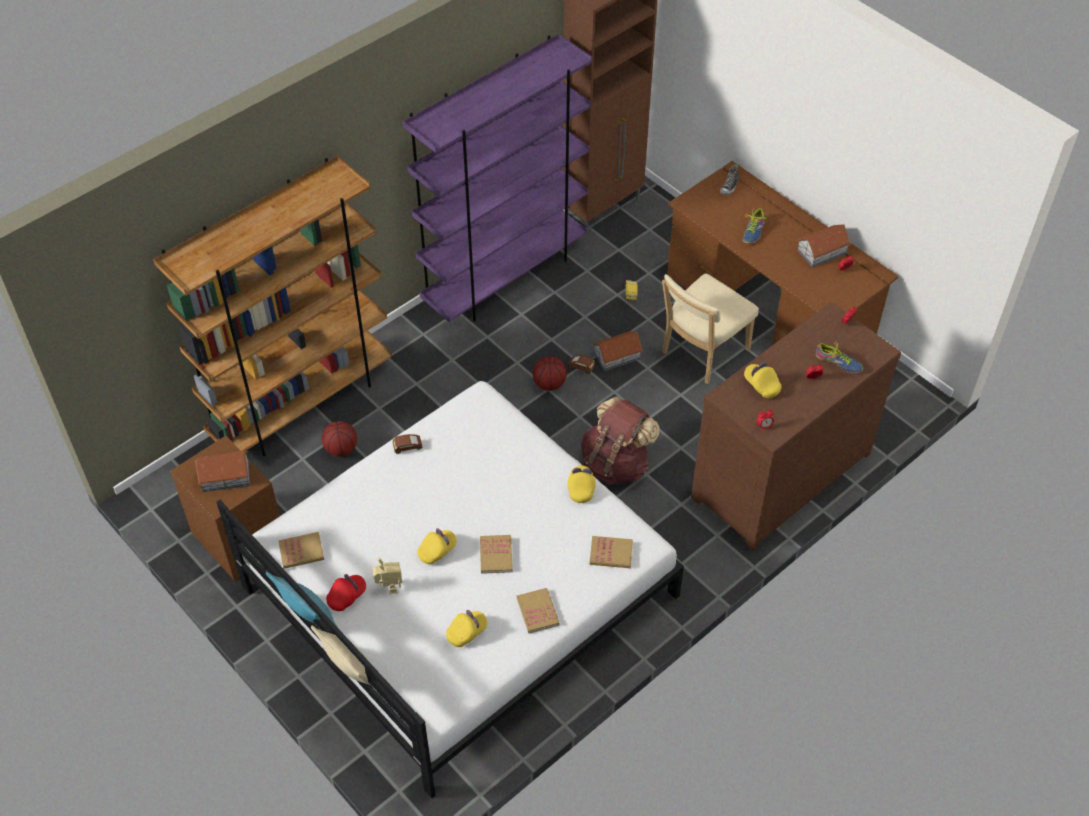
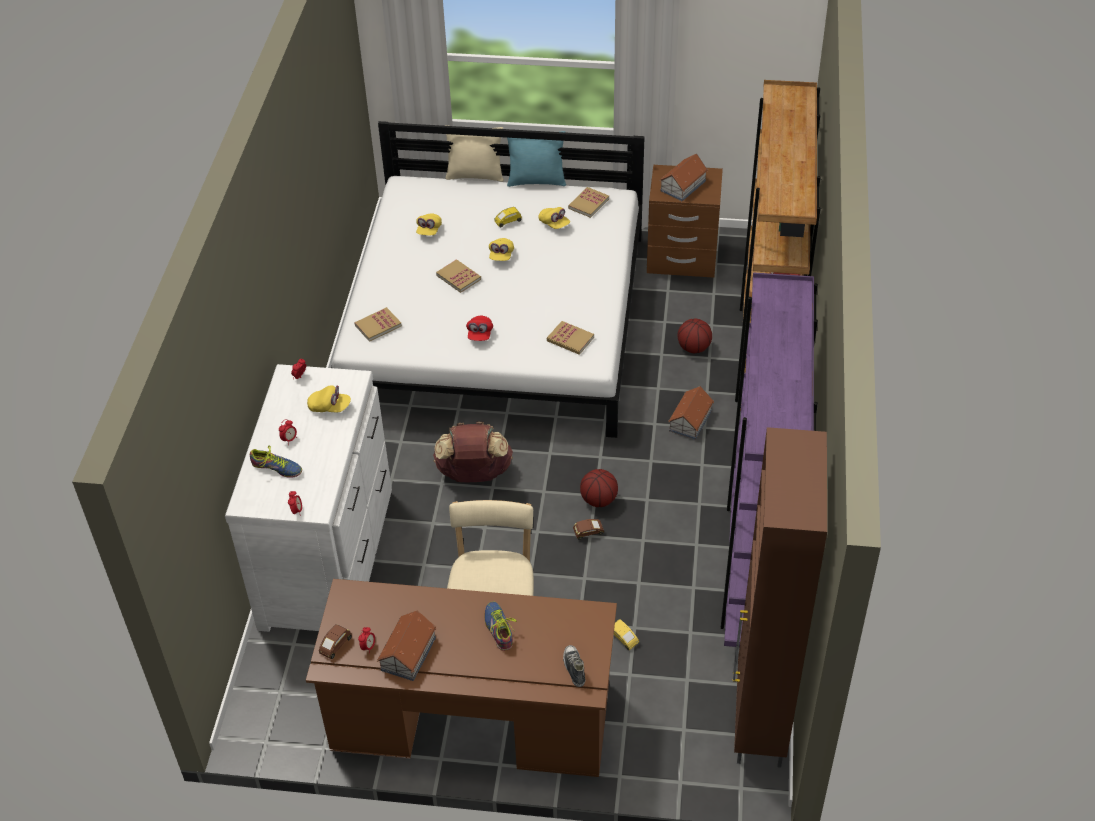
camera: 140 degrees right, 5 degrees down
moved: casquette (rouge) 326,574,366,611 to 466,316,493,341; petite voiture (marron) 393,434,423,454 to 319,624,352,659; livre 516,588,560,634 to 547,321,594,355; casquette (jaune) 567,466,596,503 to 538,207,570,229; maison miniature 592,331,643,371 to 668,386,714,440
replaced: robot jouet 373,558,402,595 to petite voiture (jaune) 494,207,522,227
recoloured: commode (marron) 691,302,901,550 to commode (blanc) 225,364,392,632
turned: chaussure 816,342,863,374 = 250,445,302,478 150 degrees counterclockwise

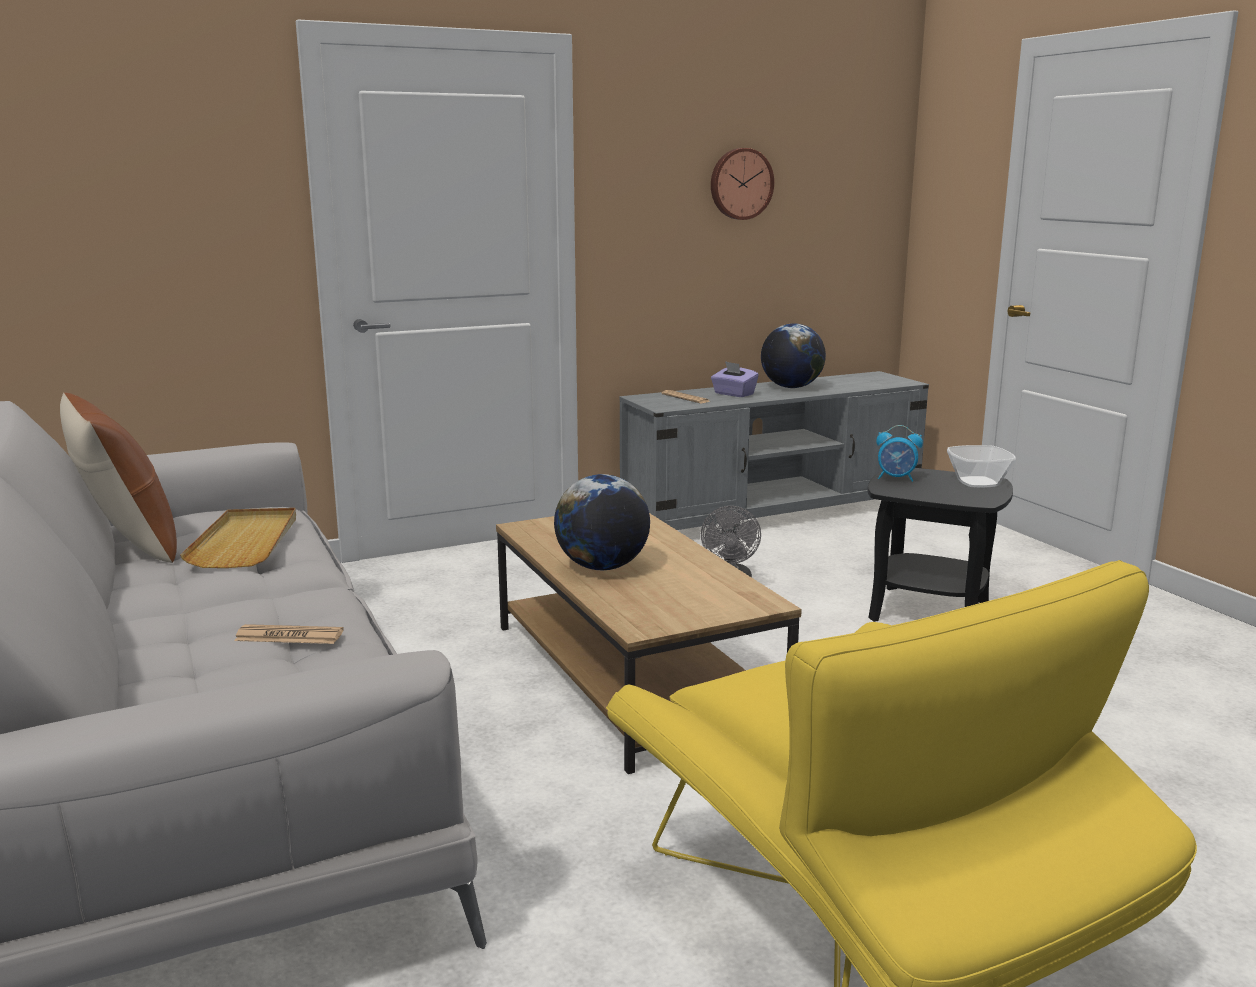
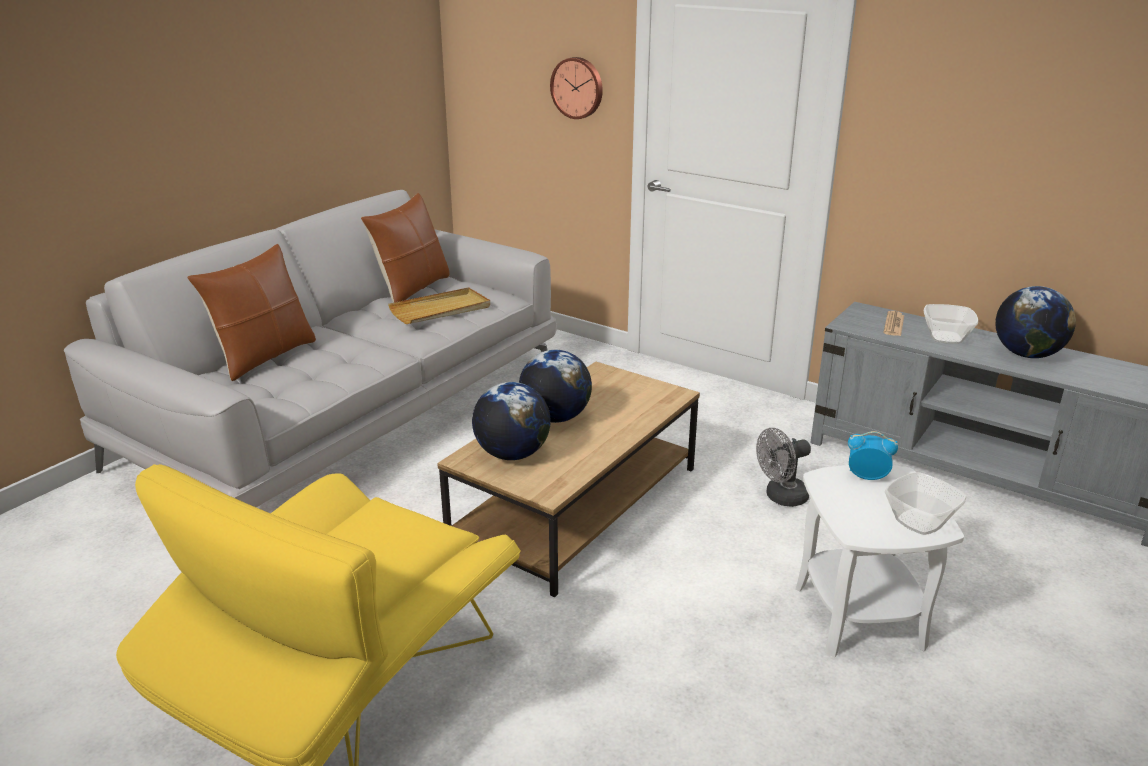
camera: 60 degrees right, 10 degrees up
removed: journal 234,624,344,644
added: coussin (marron) 187,244,316,381; globe 472,382,551,460
moved: horloge murale 711,148,774,220 to 550,57,603,119
replaced: boîte à mouchoirs (violet) 711,361,759,397 to bol 924,304,978,344
recoloured: table d'appoint (noir) 867,468,1013,622 to table d'appoint (blanc) 795,465,964,657
turned: réveil 876,425,923,482 = 848,431,898,480 120 degrees clockwise

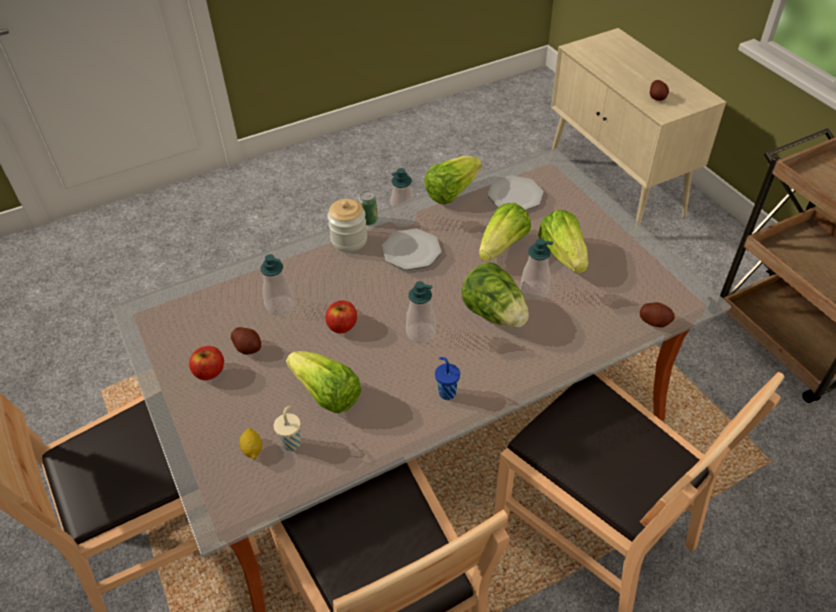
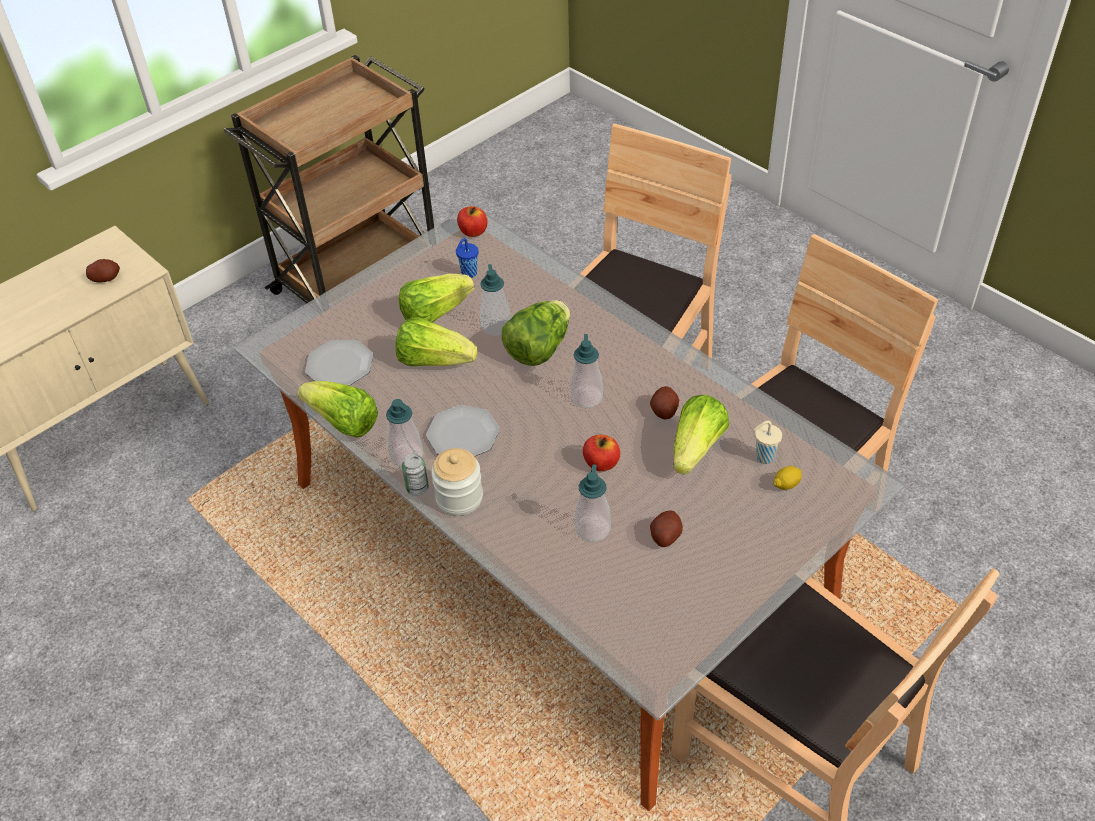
camera: 105 degrees left, 0 degrees up
moved: pomme 189,346,224,380 to 457,206,487,237; tasse (bleu) 435,357,460,400 to 456,238,478,278; pomme de terre 640,302,675,328 to 650,386,679,420

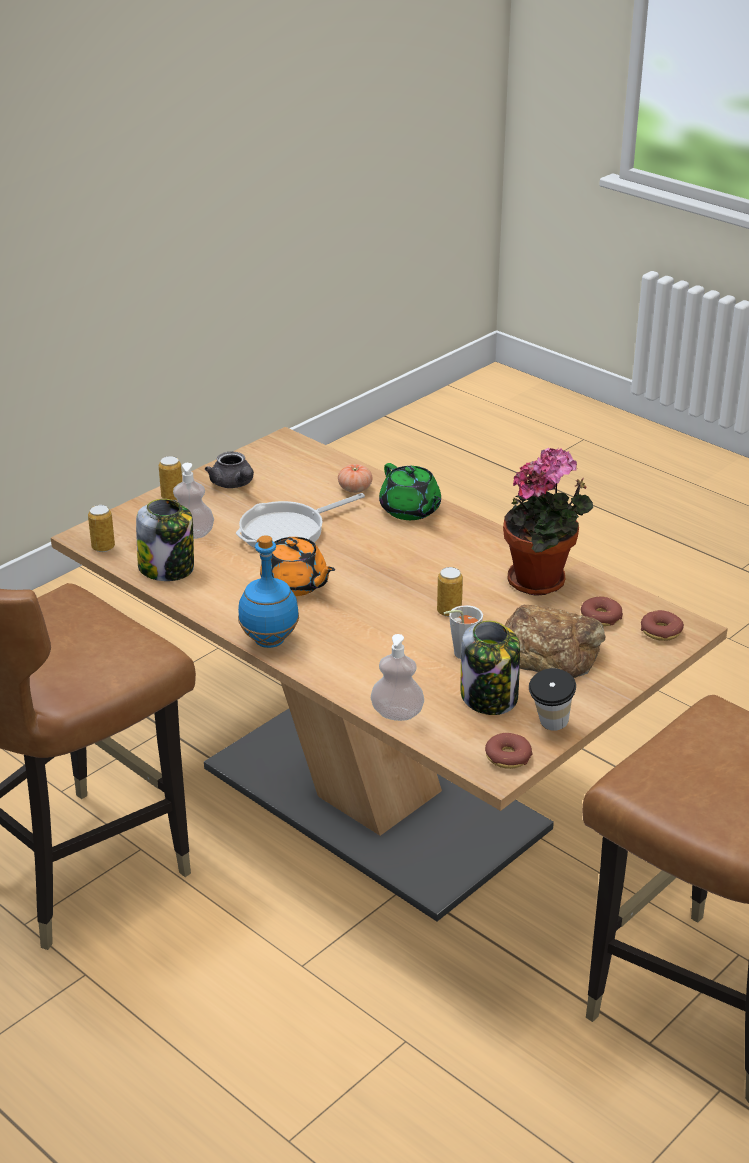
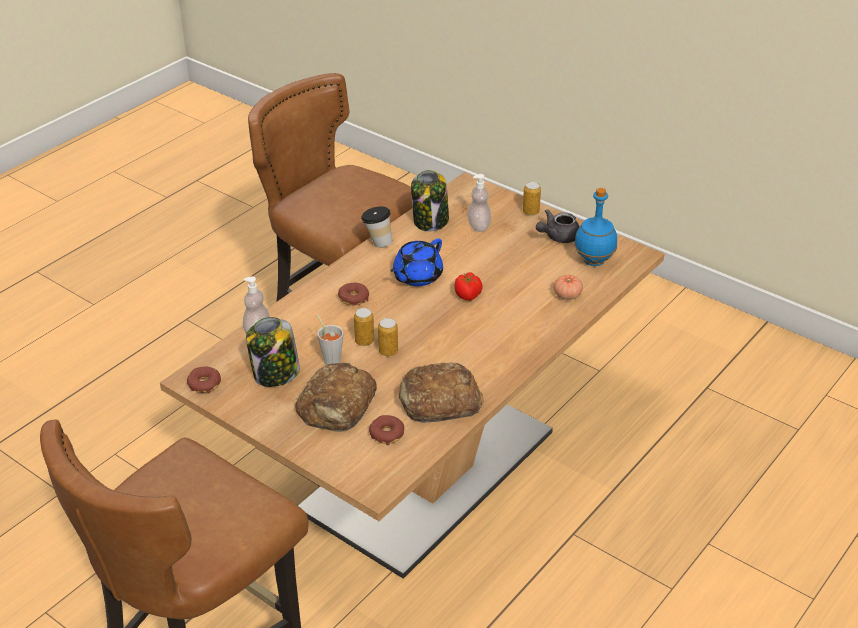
camera: 85 degrees right, 5 degrees up
removed: poêle 236,493,365,548; théière (vert) 379,463,441,520
added: tomate 455,272,483,301
moved: boîte métallique 88,505,115,552 to 354,308,374,346; bouteille (bleu) 238,535,299,648 to 574,188,617,266; tasse 529,668,576,731 to 361,206,392,248; beignet 641,610,684,641 to 338,283,369,306
replaced: plante en pot 503,448,593,596 to pain 399,362,484,423
recoloured: théière (orange) 257,537,335,596 to théière (bleu) 391,238,443,286

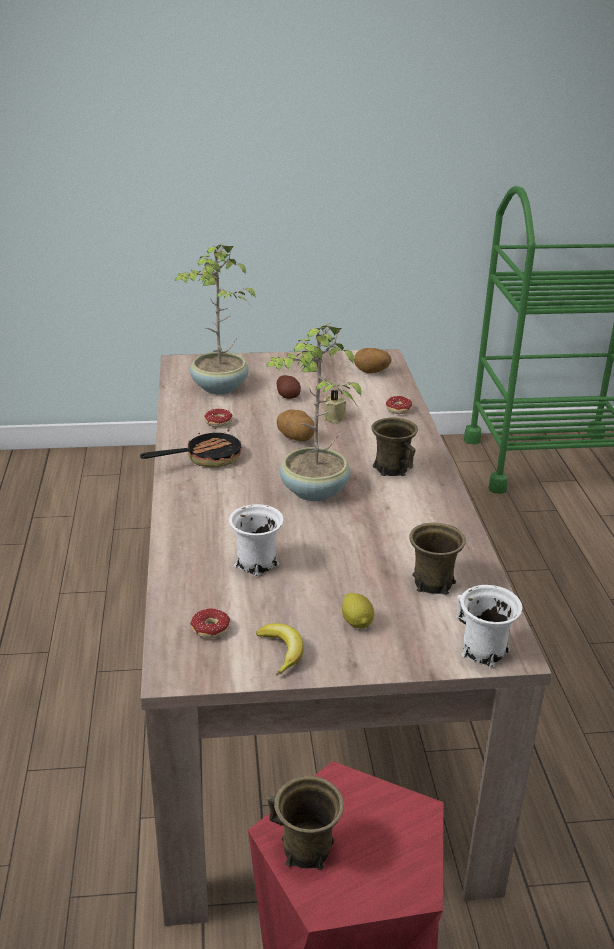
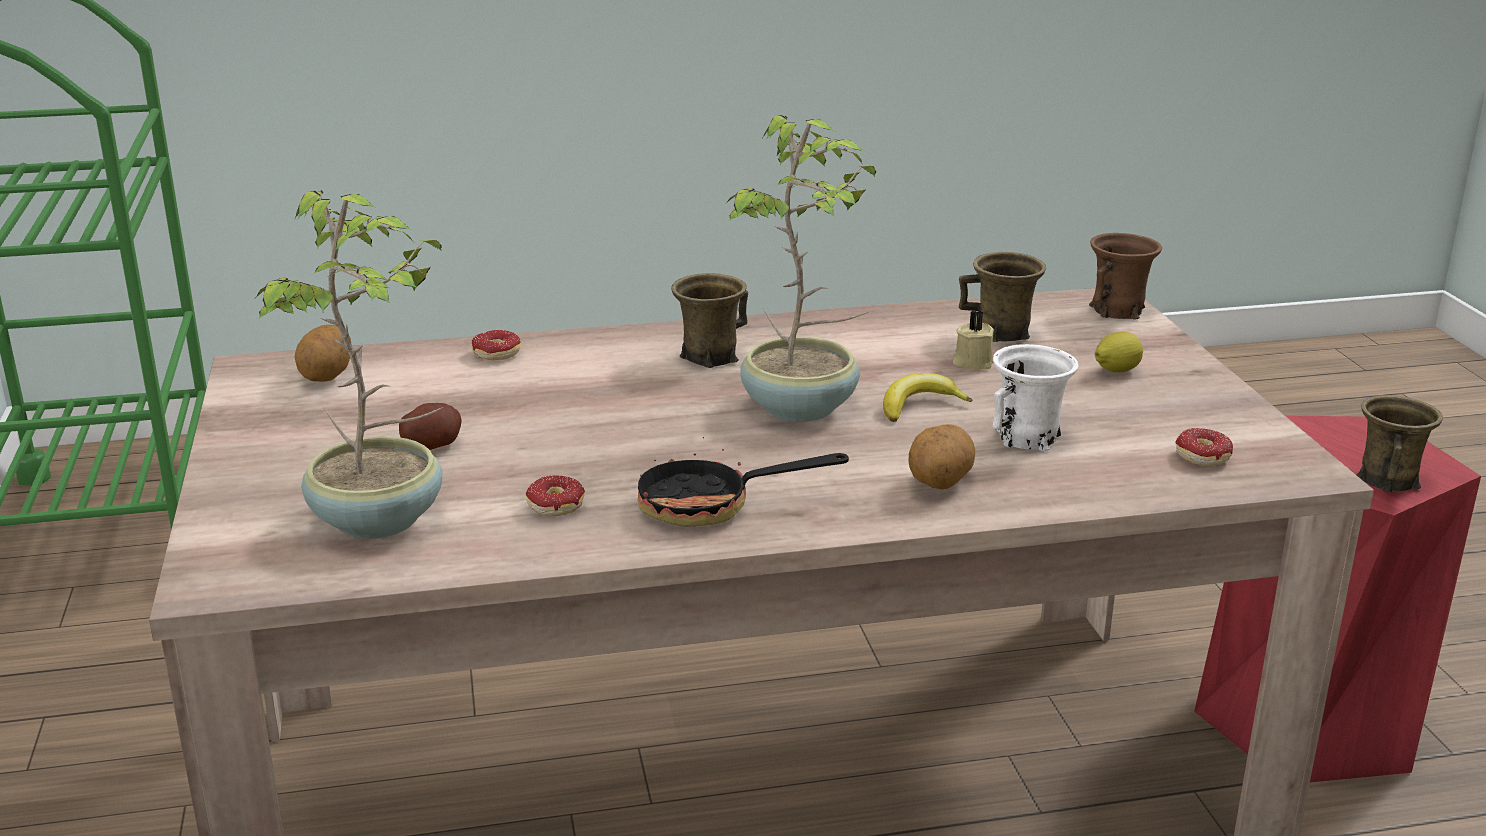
camera: 95 degrees left, 5 degrees down
moved: banane 256,623,304,676 to 883,373,972,422; pomme de terre 277,409,314,441 to 909,424,975,489; bougie (beige) 324,390,347,424 to 953,310,994,370
recoloured: mug (blanc) 456,585,523,667 to mug (marron) 1089,233,1162,320
turned: poêle 140,423,241,467 = 638,437,849,527 60 degrees counterclockwise

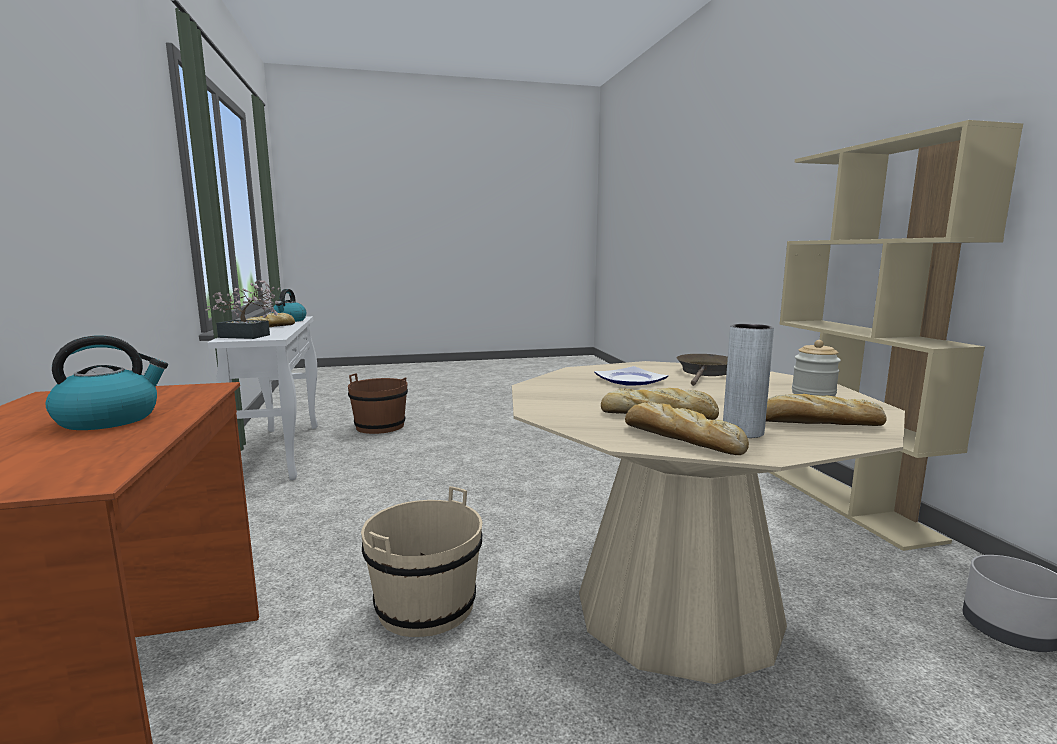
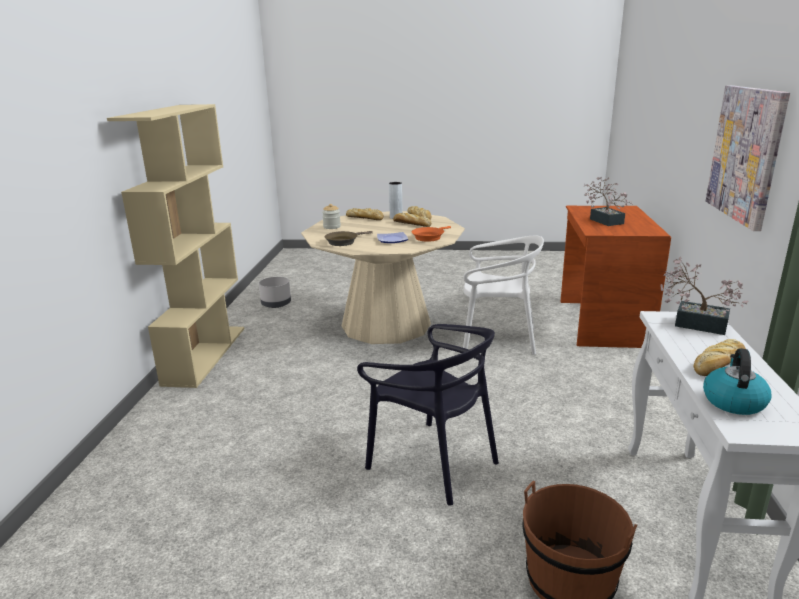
camera: 160 degrees left, 10 degrees up
added: chaise (noir) 357,324,499,506; poêle (orange) 412,226,451,242; tableau 706,85,790,231
replaced: bouilloire 46,335,168,430 to plante en pot 583,177,633,226; seau (beige) 361,486,482,637 to chaise (blanc) 463,236,544,355

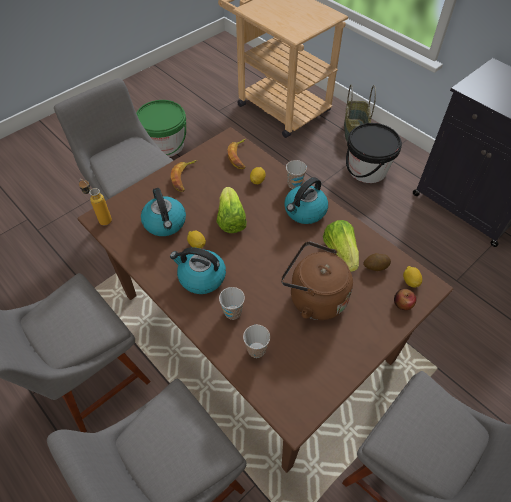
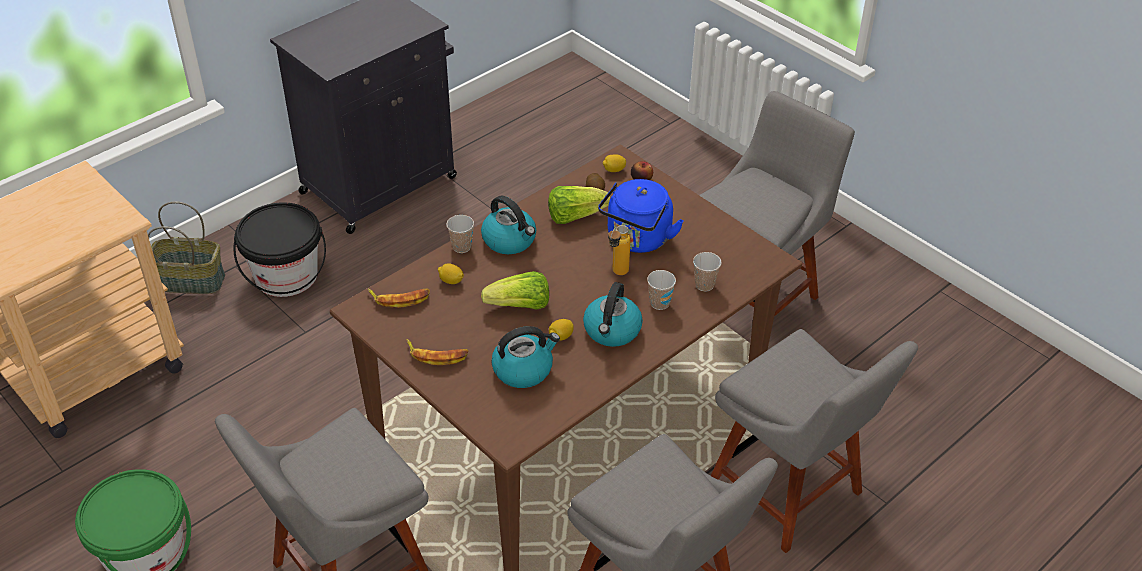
camera: 90 degrees left, 10 degrees down
moved: bouteille 79,179,112,225 to 608,225,631,275
recoloured: bouilloire (marron) 281,241,353,320 to bouilloire (bleu) 598,179,684,253

